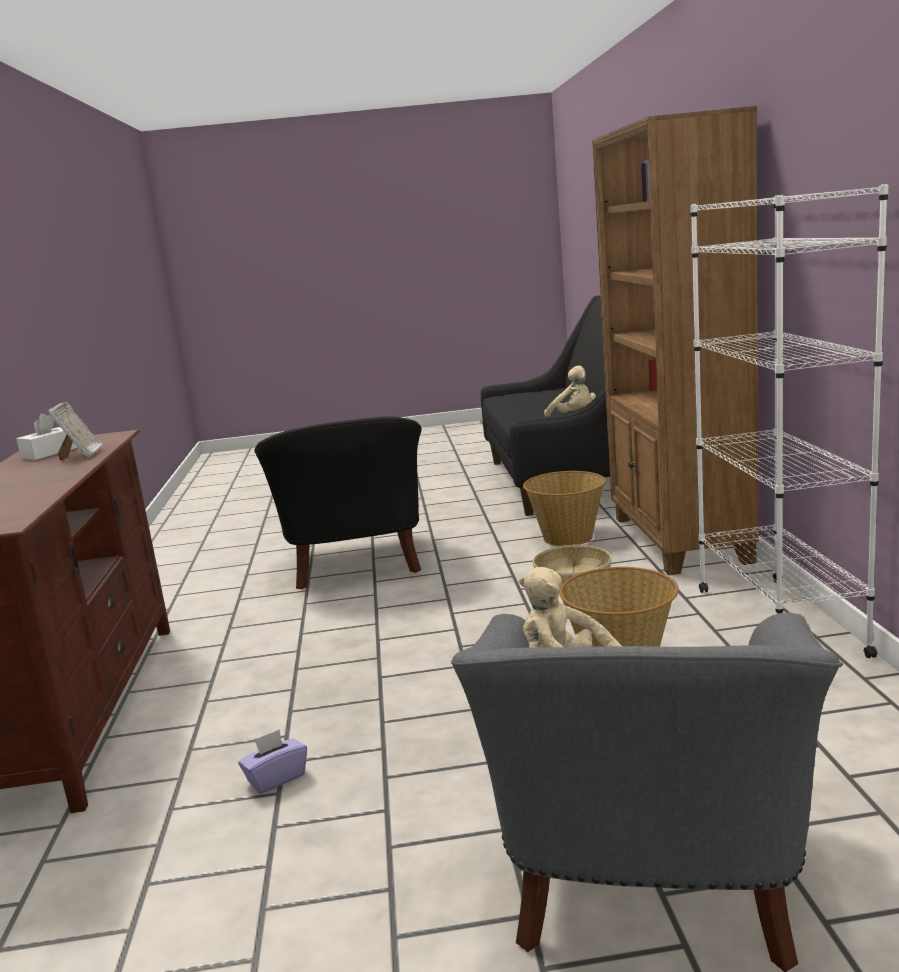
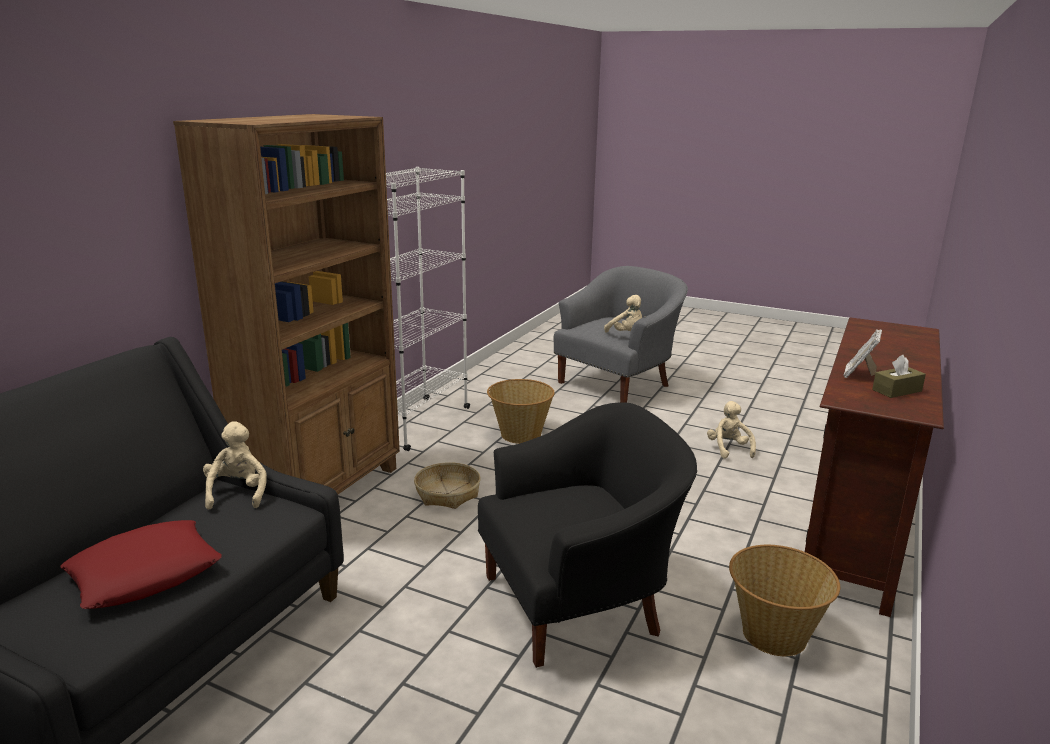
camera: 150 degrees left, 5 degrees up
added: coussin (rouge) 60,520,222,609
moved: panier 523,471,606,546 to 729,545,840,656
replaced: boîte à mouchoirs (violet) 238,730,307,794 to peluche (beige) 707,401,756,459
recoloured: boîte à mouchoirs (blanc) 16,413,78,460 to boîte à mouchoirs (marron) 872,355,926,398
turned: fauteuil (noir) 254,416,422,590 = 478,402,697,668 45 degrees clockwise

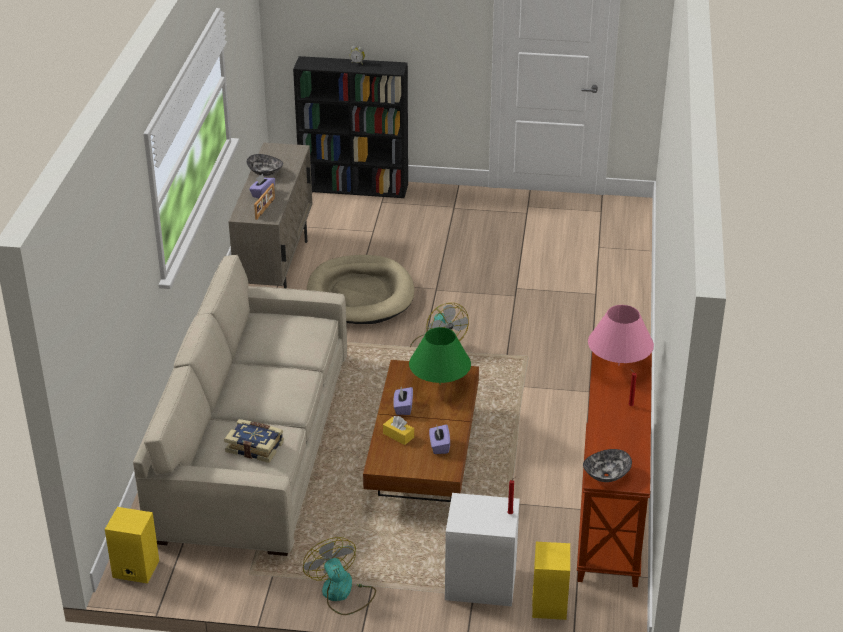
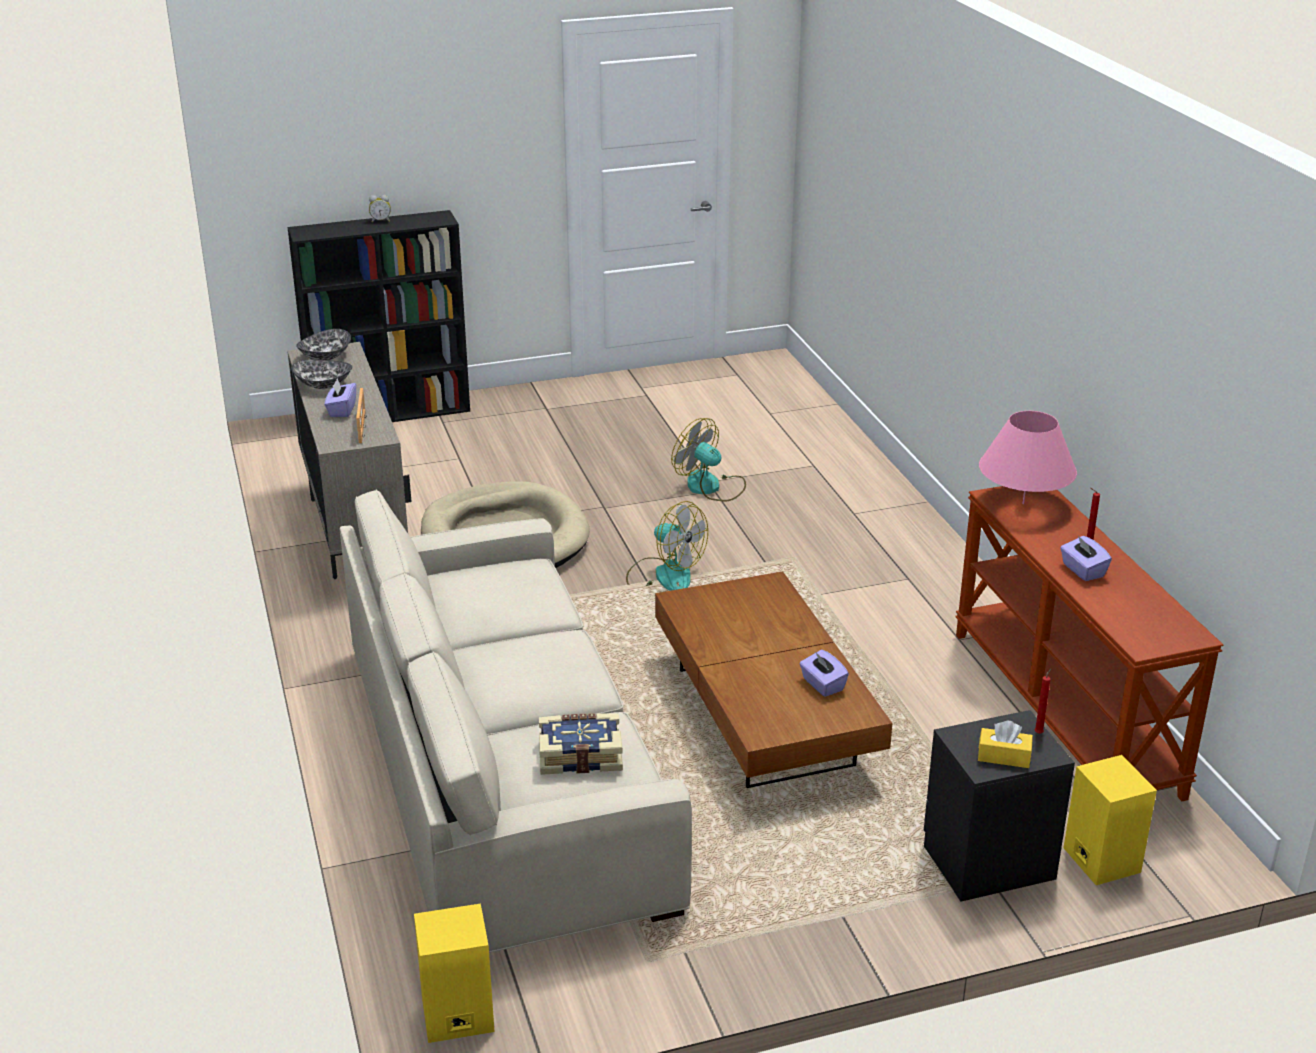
camera: 25 degrees left, 5 degrees down
removed: lampe de table (vert) 409,327,471,385
moved: ventilateur 303,537,376,615 to 671,418,746,501; boîte à mouchoirs (jaune) 383,416,414,445 to 978,721,1033,768; boîte à mouchoirs (violet) 393,387,413,415 to 1060,536,1112,581; bol 583,449,632,482 to 296,329,351,360
recoloured: table de chevet (blanc) 445,493,520,606 to table de chevet (noir) 924,710,1075,902

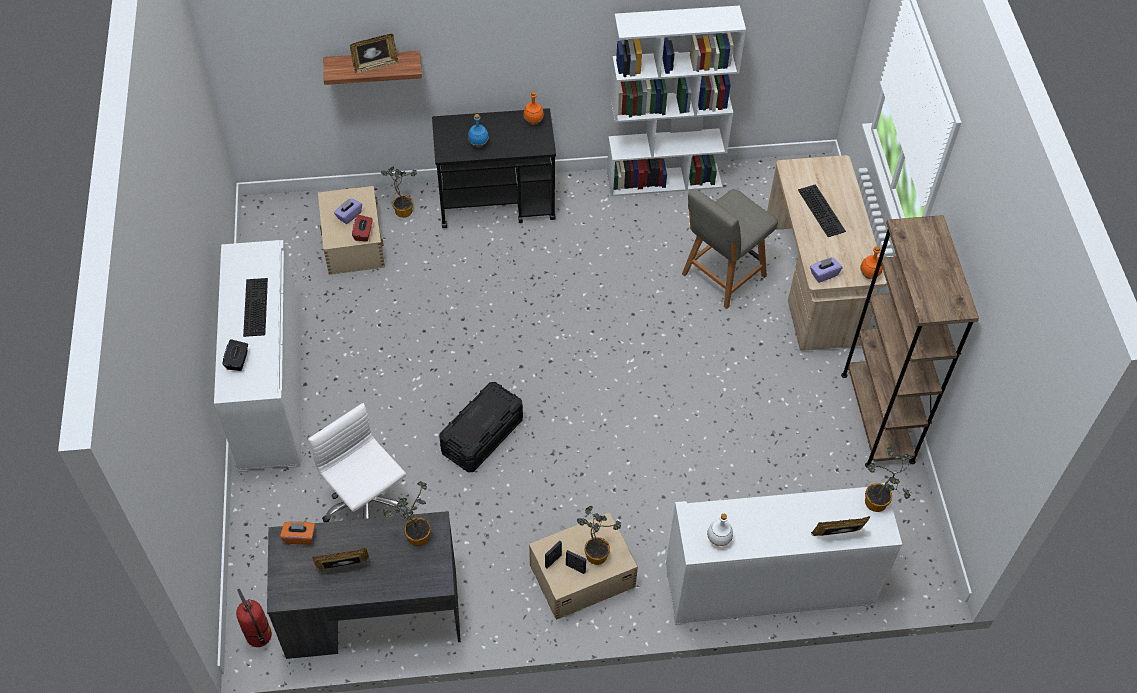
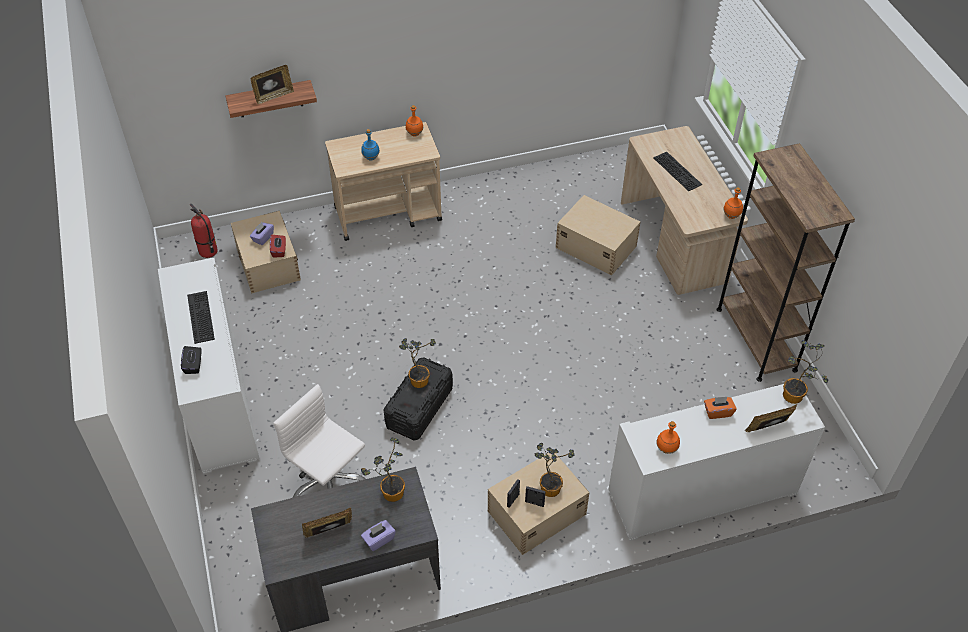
camera: 10 degrees left, 5 degrees down
removed: bibliothèque (blanc) 607,5,746,196
moved: extincteur 236,589,272,647 to 190,204,218,258; boîte à mouchoirs (orange) 280,521,315,545 to 704,397,737,419; plante en pot 381,167,417,218 to 399,338,436,388; boîte à mouchoirs (violet) 810,257,842,283 to 361,520,396,551
replaced: chaise (gris) 682,188,778,309 to boîte de rangement (beige) 556,195,640,276
recoloured: chariot (noir) 432,108,556,228 to chariot (beige) 325,122,442,241; bouteille (blanc) 707,514,733,546 to bouteille (orange) 656,421,680,454

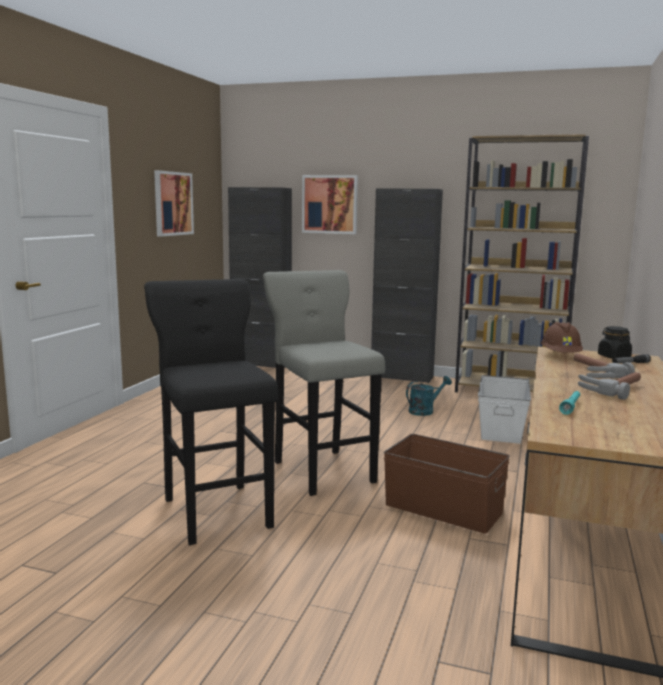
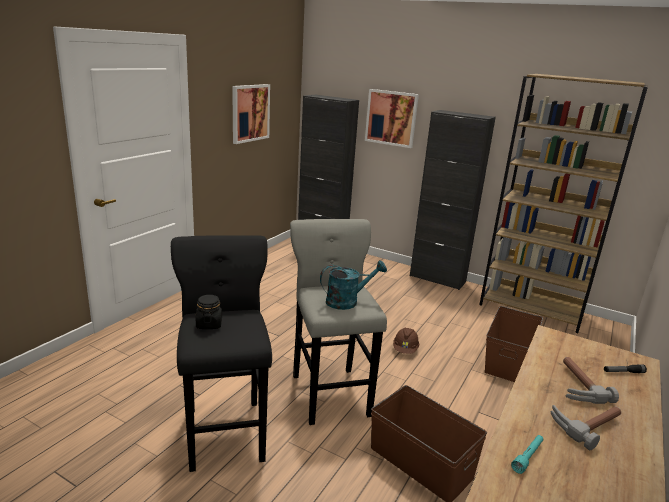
camera: 10 degrees right, 10 degrees up
moved: arrosoir (turquoise) 406,376,452,416 to 320,260,387,310; casque de chantier (marron) 541,322,583,353 to 393,327,419,354; bocal (noir) 598,326,632,358 to 196,295,222,329
recoloured: boîte de rangement (blanc) 478,375,531,444 to boîte de rangement (marron) 485,306,543,382

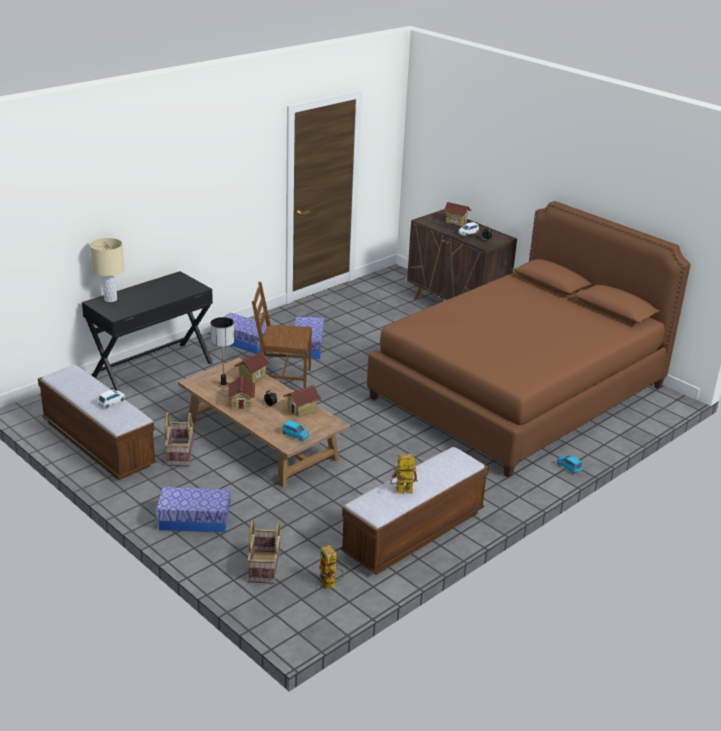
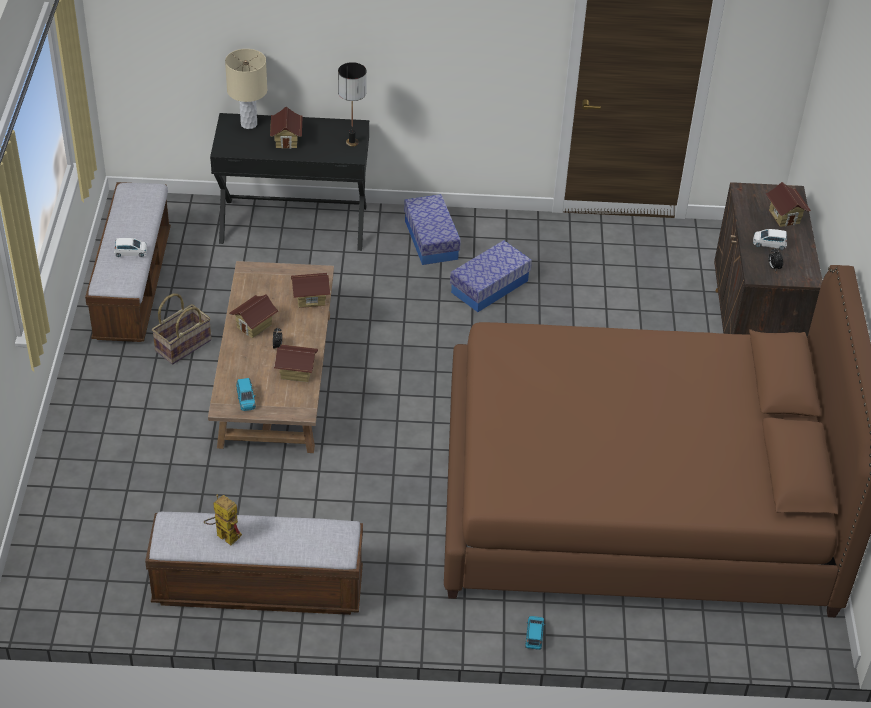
camera: 45 degrees right, 15 degrees up
removed: boîte de rangement 156,487,231,533; panier 247,520,281,584; chaise (marron) 252,282,312,388; robot jouet 319,545,344,589
added: maison miniature 270,107,303,149
moved: lampe de table 211,317,234,387 to 338,62,367,147

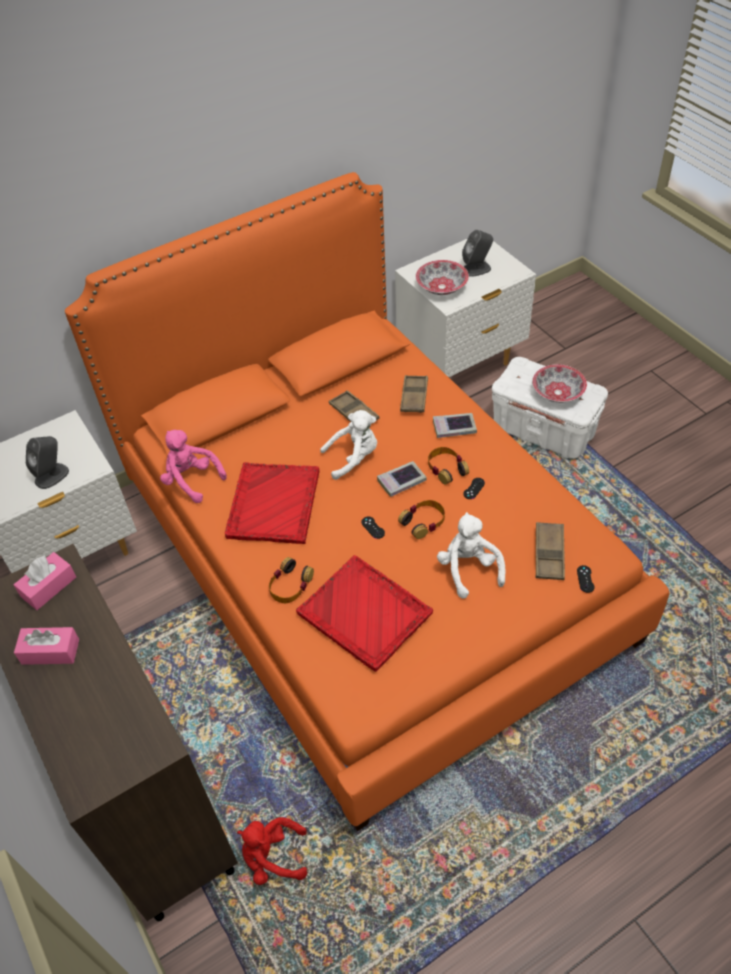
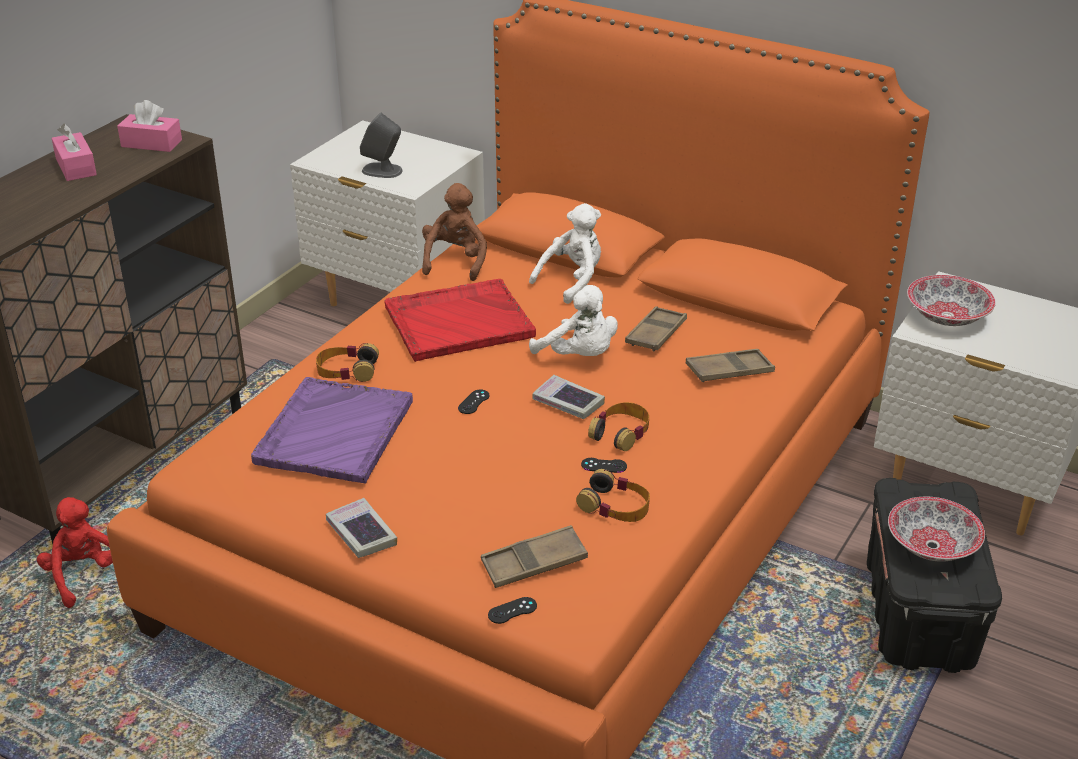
camera: 60 degrees right, 15 degrees down
removed: enceinte (gris) 462,230,493,277
moved: casque audio 398,500,445,539 to 576,469,650,522; livre 433,413,477,438 to 326,498,397,558; peluche (blanc) 437,512,505,599 to 529,203,601,304
recoloured: peluche (rose) 160,430,227,503 to peluche (marron) 422,183,487,281; plateau (rouge) 296,555,433,672 to plateau (violet) 251,377,413,484; boîte de rangement (blanc) 492,357,608,459 to boîte de rangement (noir) 867,478,1002,673

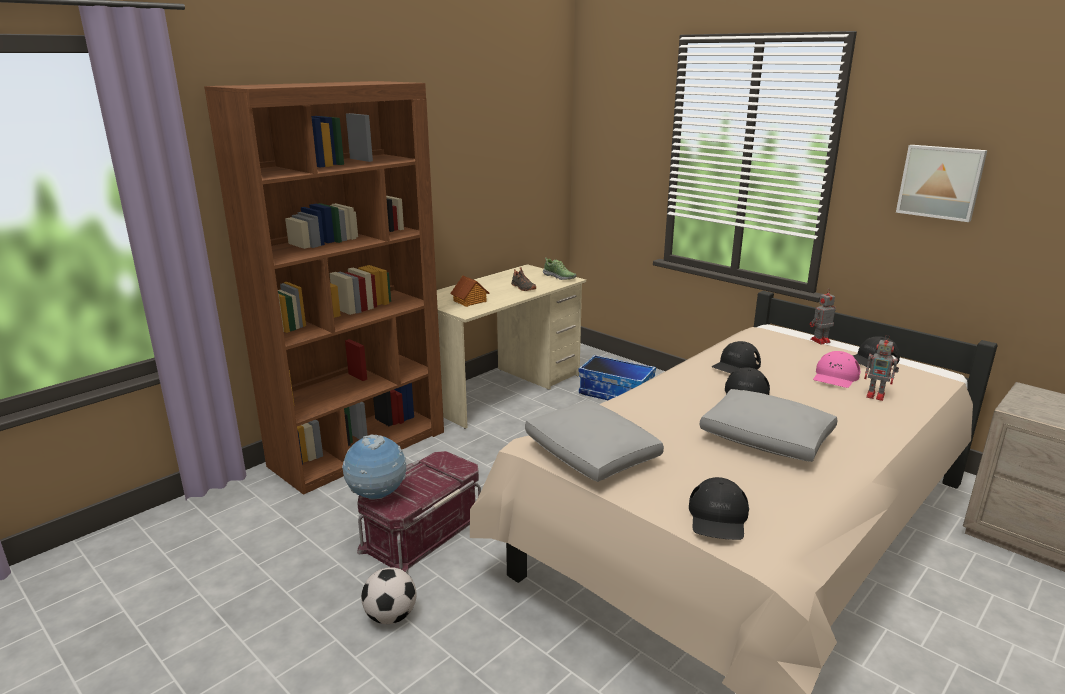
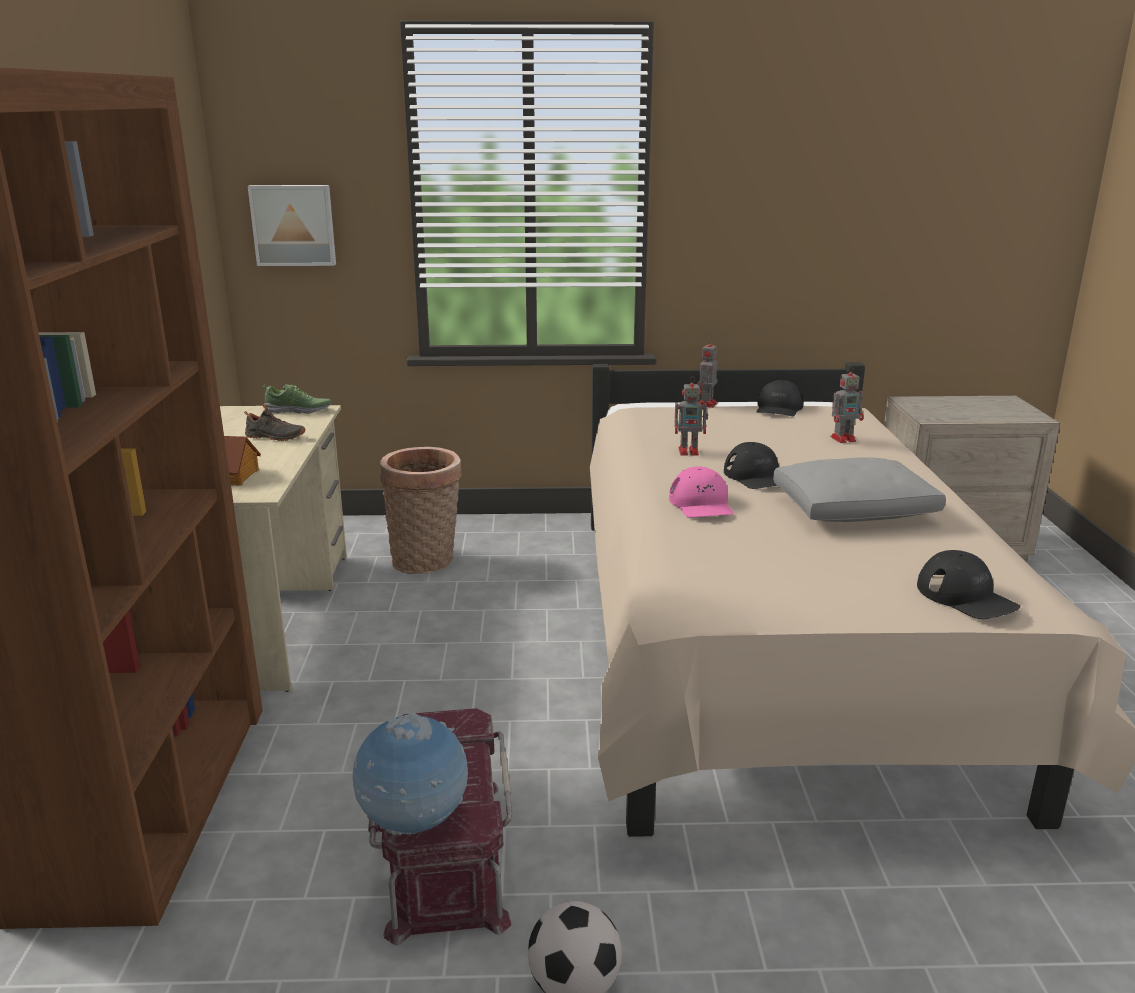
camera: 45 degrees left, 0 degrees up
removed: coussin (gris) 525,400,664,482
moved: casquette (rose) 813,351,860,388 to 669,466,734,518; tableau 896,145,987,222 to 248,185,336,266
replaced: boîte de rangement 579,355,656,400 to panier 380,447,462,574; casquette (noir) 712,341,761,373 to robot jouet 674,376,708,456

